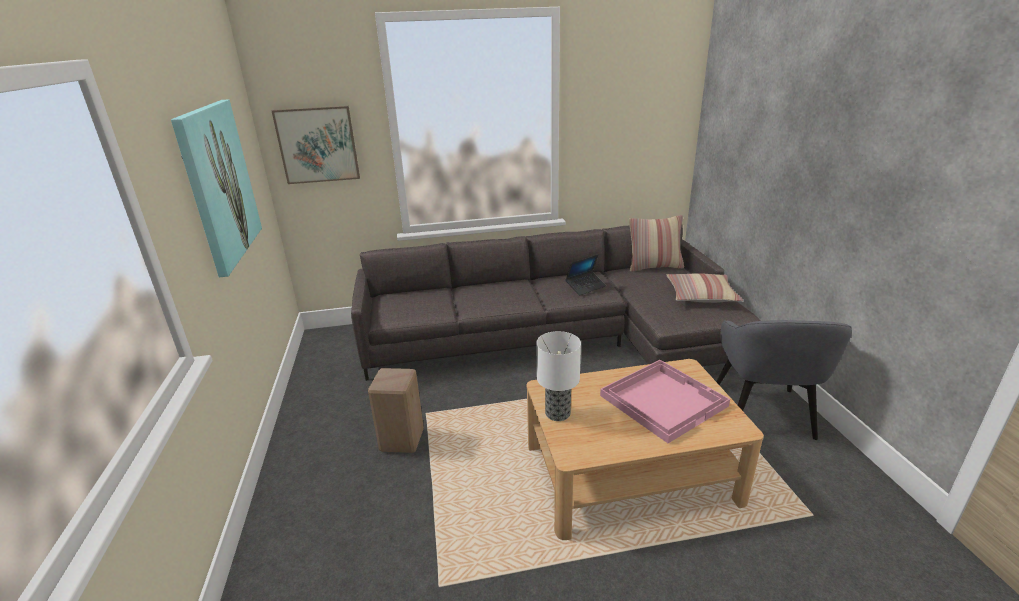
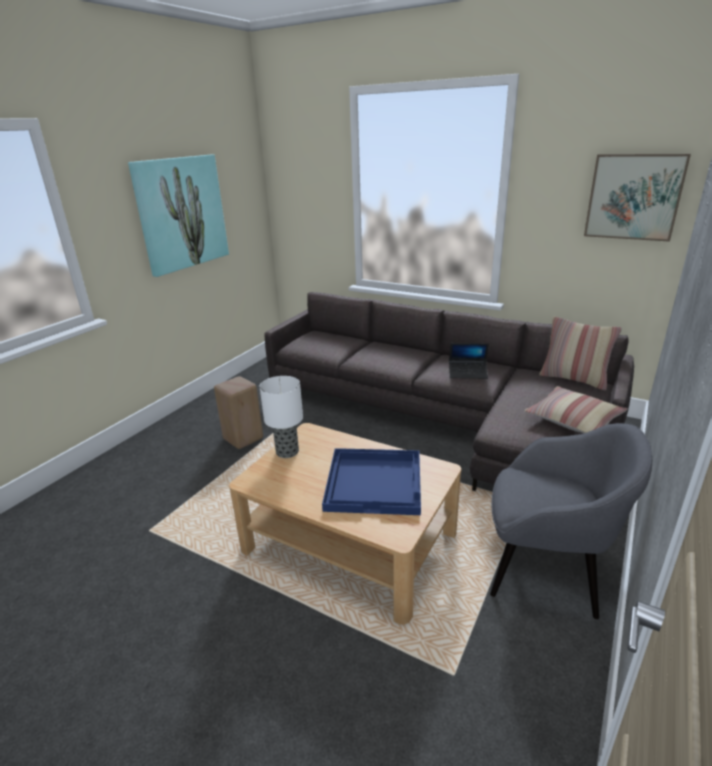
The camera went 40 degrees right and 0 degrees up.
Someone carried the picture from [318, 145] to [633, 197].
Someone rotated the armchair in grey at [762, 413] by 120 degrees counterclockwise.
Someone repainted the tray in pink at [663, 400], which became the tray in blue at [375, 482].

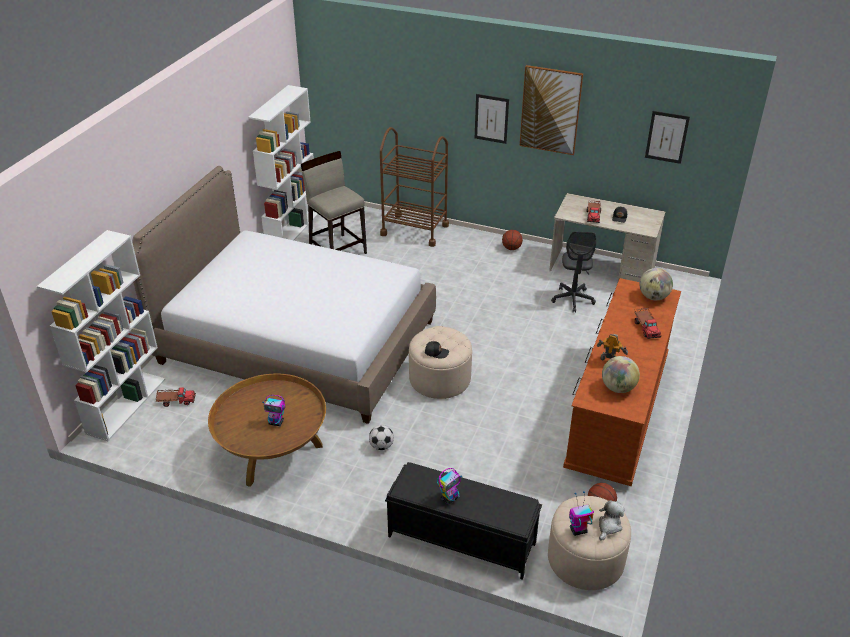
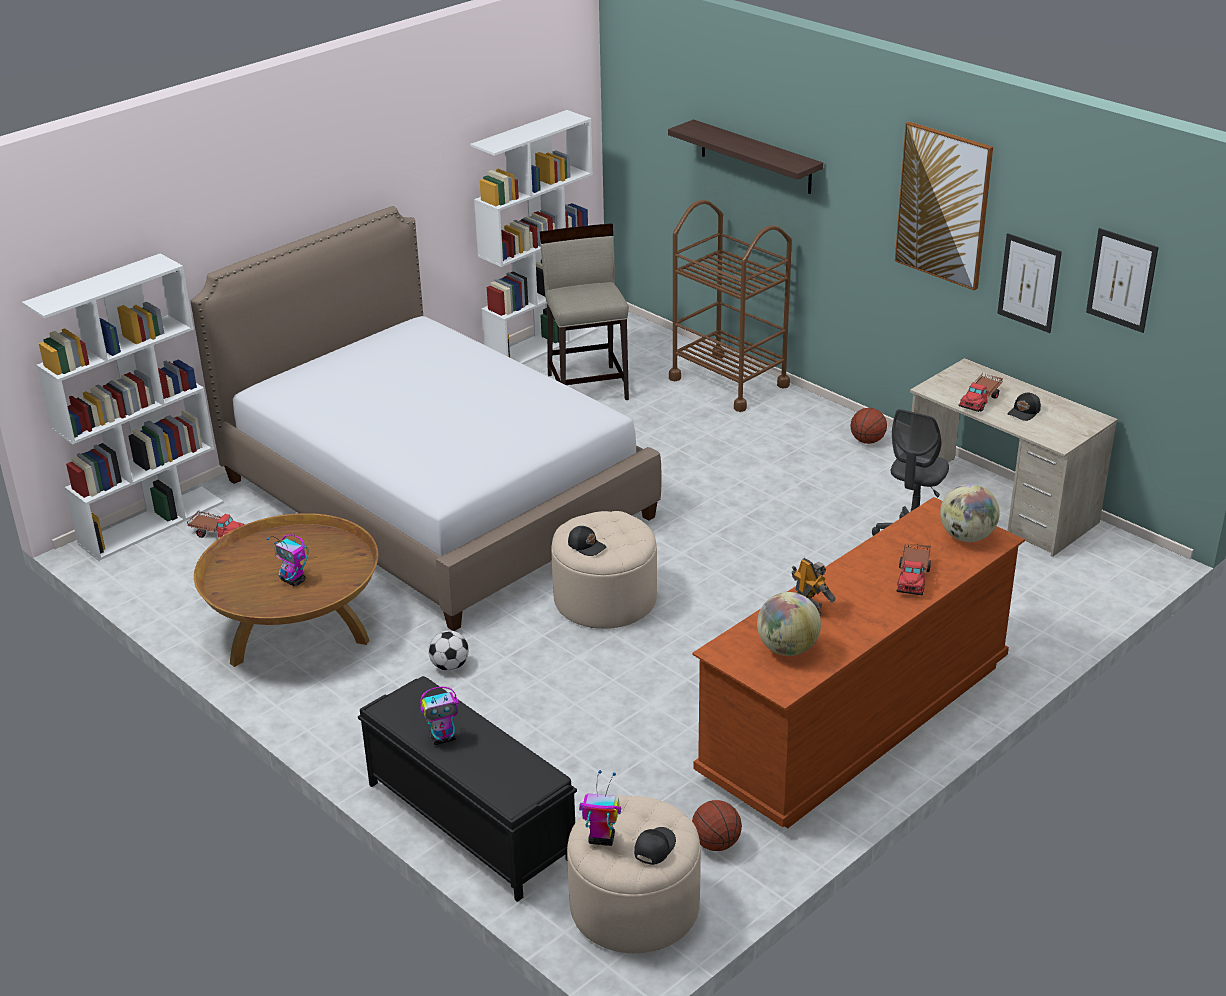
The camera went 25 degrees right and 5 degrees down.
Someone carried the picture from [491, 118] to [1029, 283].
Someone swapped the plush toy at [609, 526] for the cap in black at [654, 848].
Someone put up the shelf at [755, 157].

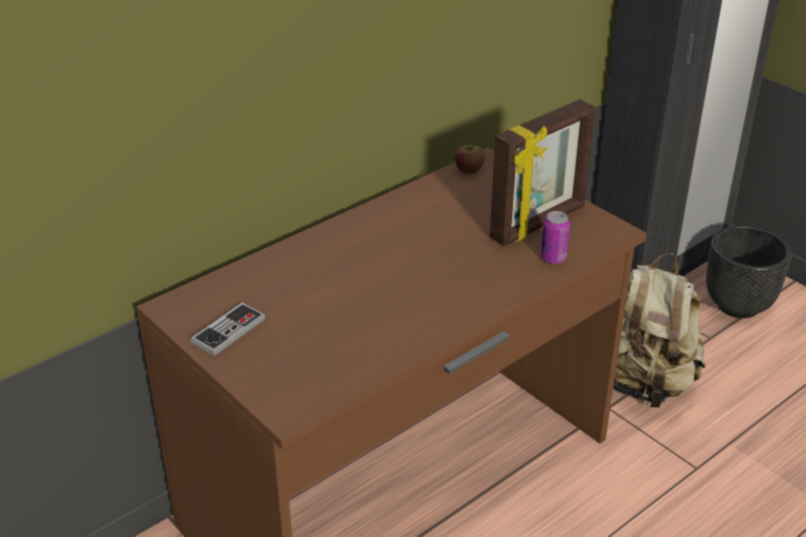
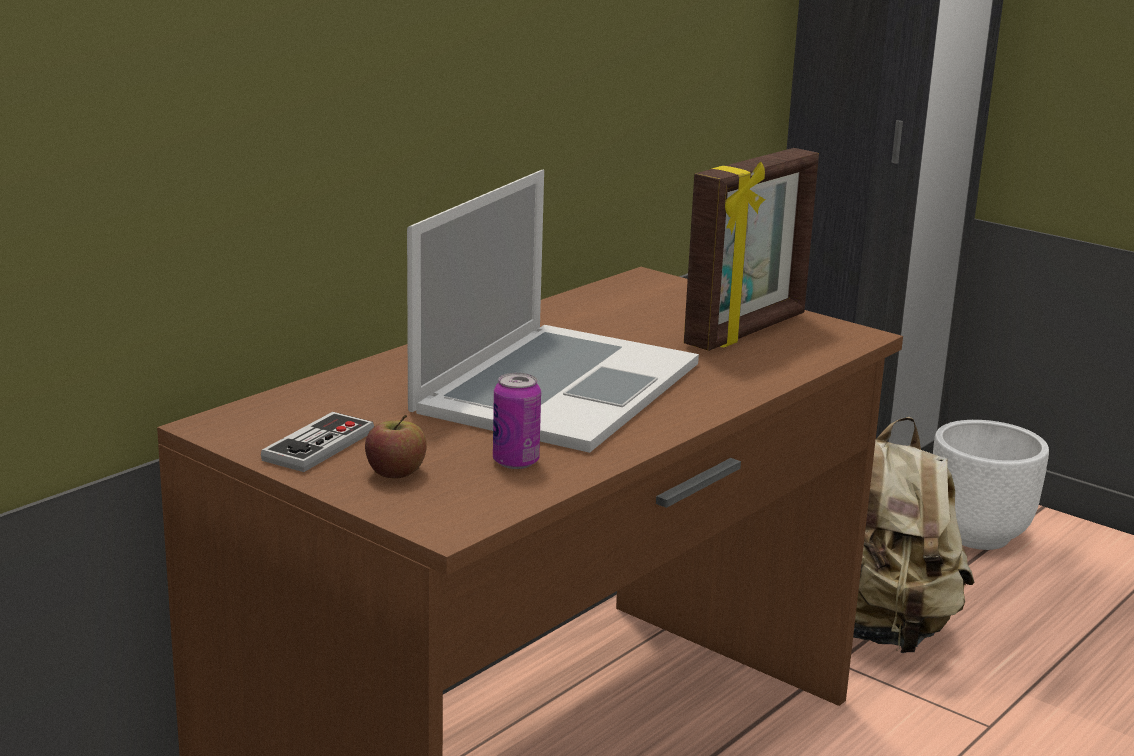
The camera went 10 degrees left and 15 degrees down.
Someone carried the apple from [469, 170] to [396, 472].
Someone carried the can from [553, 258] to [515, 461].
Someone repainted the planter in black at [739, 305], which became the planter in white at [979, 536].
Someone put down the laptop at [556, 386].

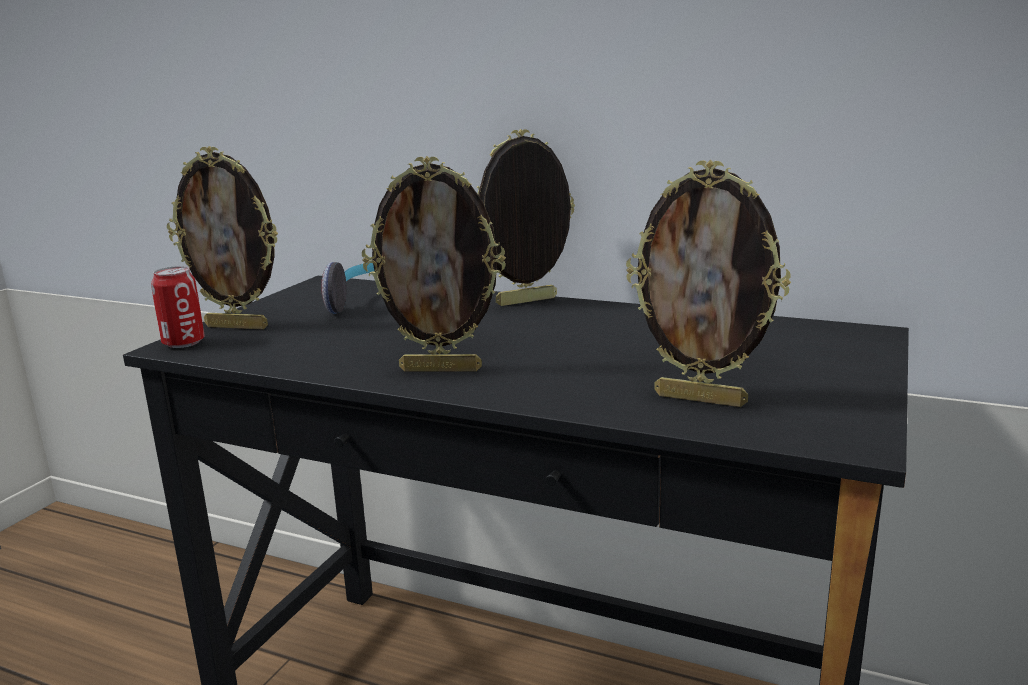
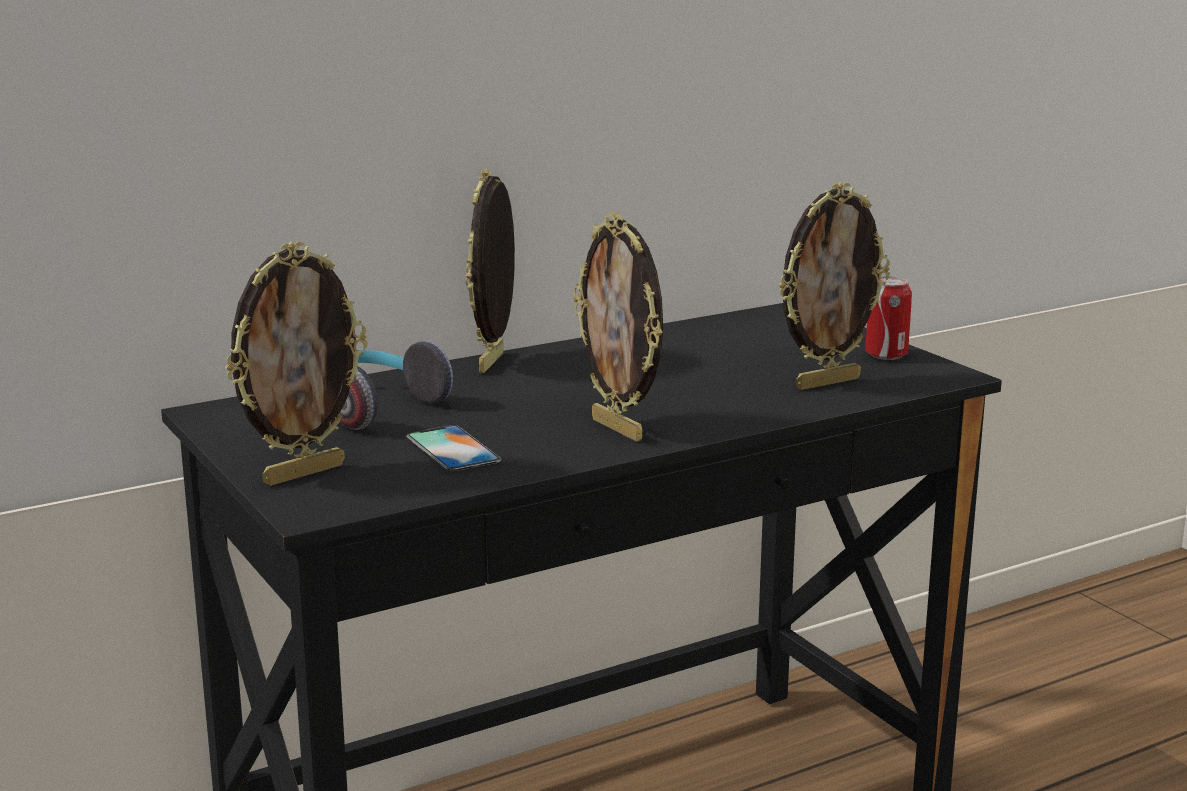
The camera went 55 degrees left and 0 degrees up.
Someone rotated the picture frame at [441, 369] by 105 degrees clockwise.
Someone carried the can from [183, 343] to [886, 355].
Someone put down the phone at [452, 449].

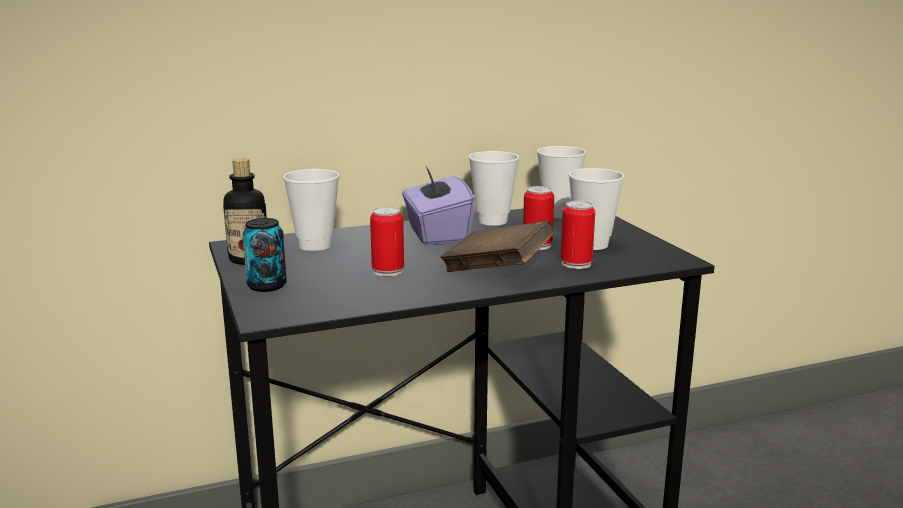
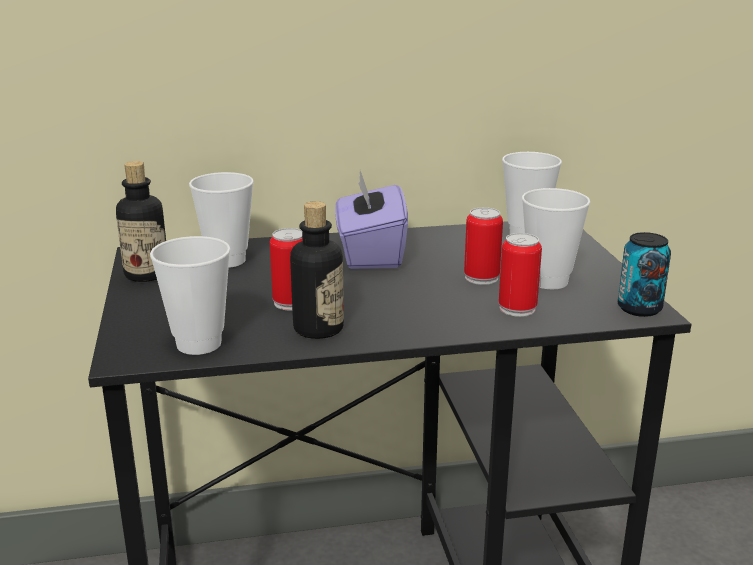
The camera went 10 degrees right and 5 degrees up.
Someone carried the cup from [492, 221] to [199, 344].
Someone carried the can from [267, 286] to [639, 308].
Someone took away the book in brown at [496, 271].
Someone put down the bottle at [318, 329].

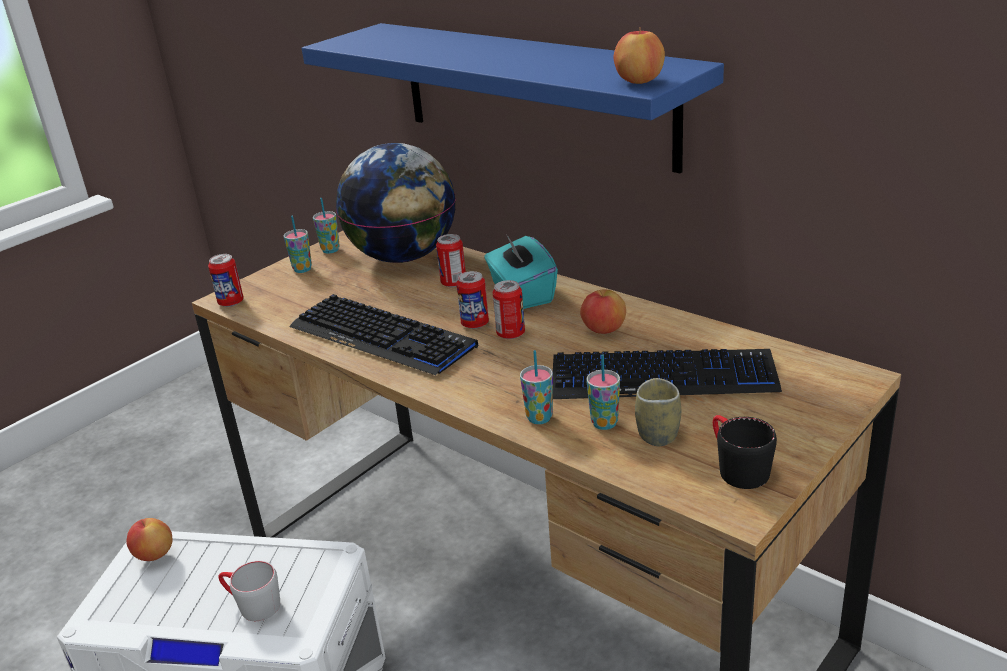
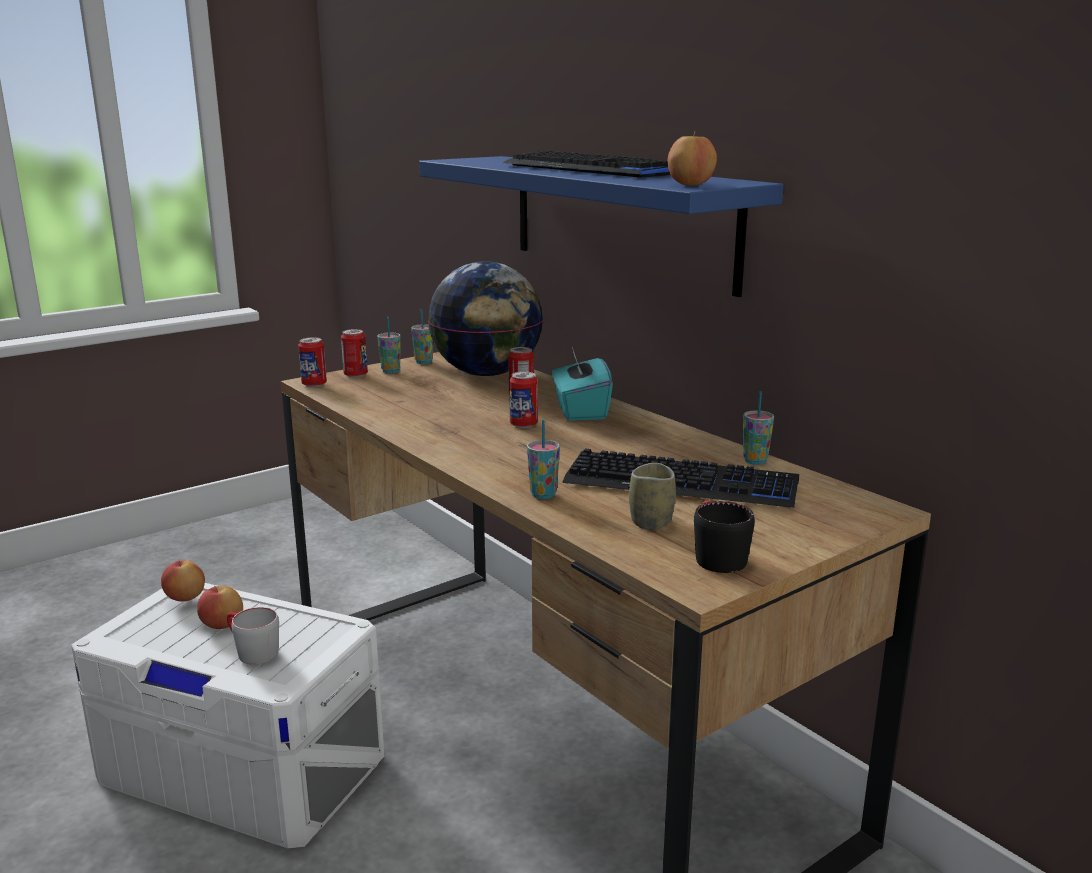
The camera went 10 degrees right and 10 degrees down.
Someone carried the can from [510, 334] to [355, 375].
Someone carried the apple from [603, 330] to [222, 625].
Someone carried the keyboard from [382, 337] to [590, 169].
Someone carried the cup from [604, 423] to [755, 461].

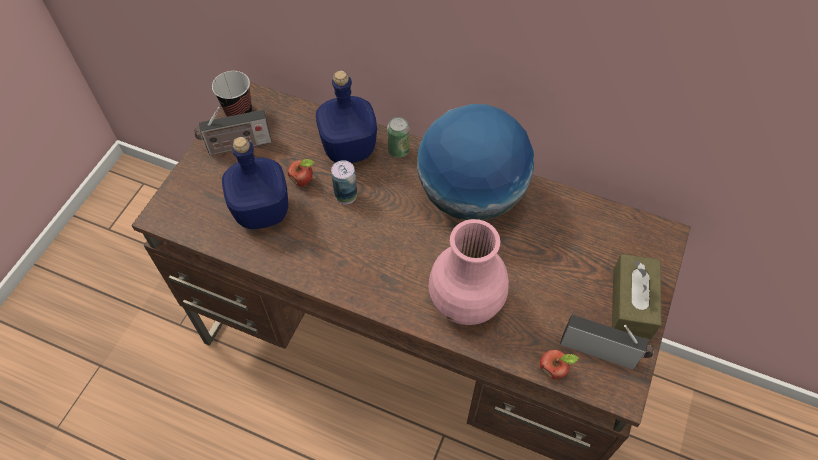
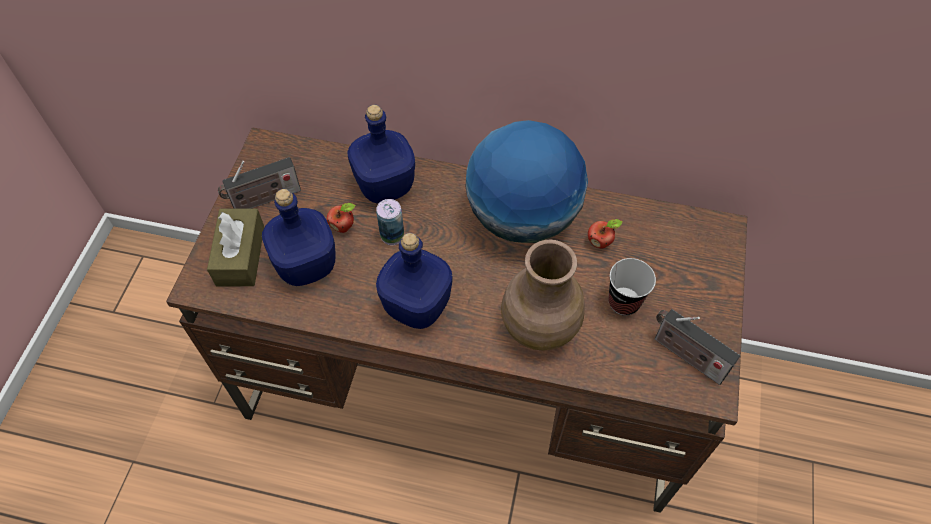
The camera went 10 degrees left and 0 degrees up.
Someone carried the cup from [239, 112] to [624, 302].
Someone took away the can at [398, 150].
Someone repainted the vase in pink at [466, 301], which became the vase in brown at [539, 326].
Someone carried the tissue box in brown from [631, 303] to [240, 255].
Someone rotated the radio at [602, 351] by 150 degrees counterclockwise.
Someone carried the apple from [553, 370] to [600, 242].
Someone put down the bottle in blue at [415, 306].

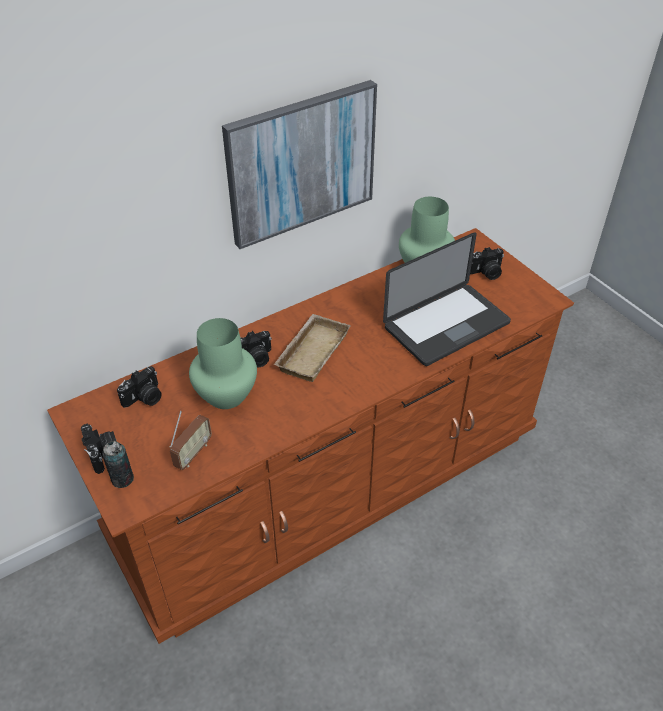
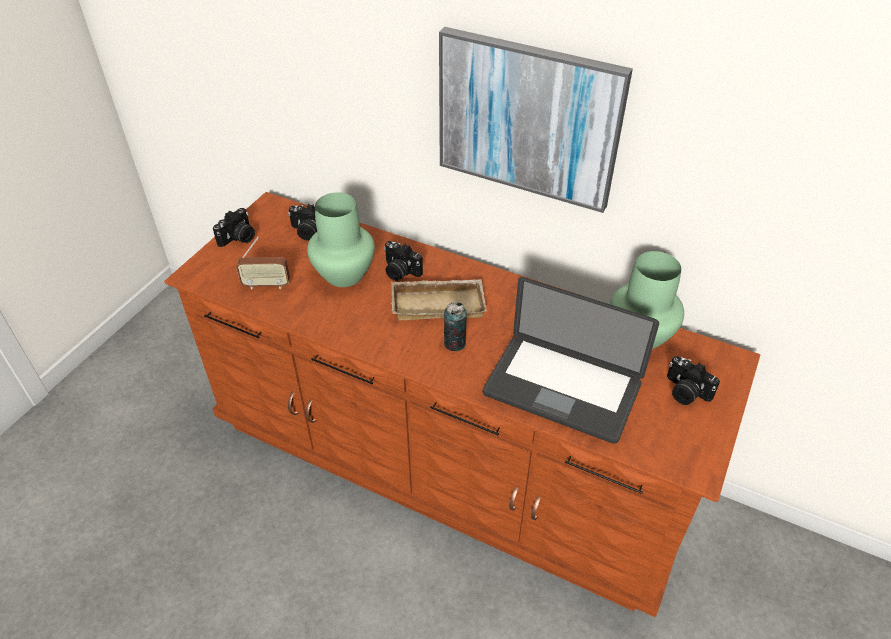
The camera went 60 degrees right and 0 degrees up.
Someone carried the can from [122, 479] to [454, 343].

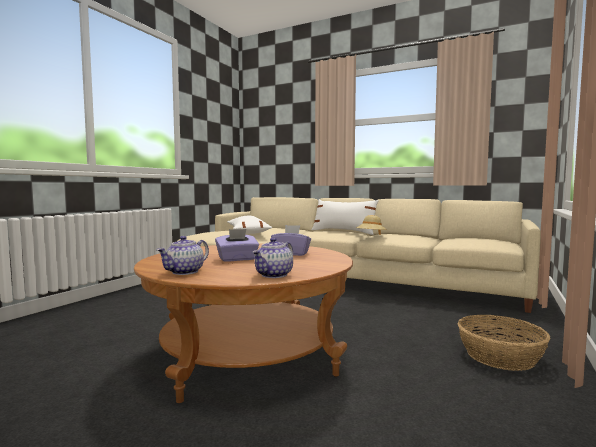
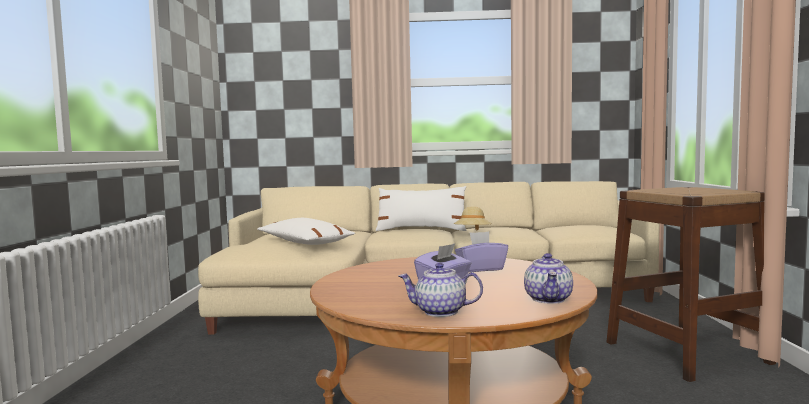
The camera went 25 degrees left and 0 degrees up.
Someone rotated the teapot at [185, 272] by 90 degrees clockwise.
Someone swapped the basket at [501, 356] for the stool in brown at [686, 352].

